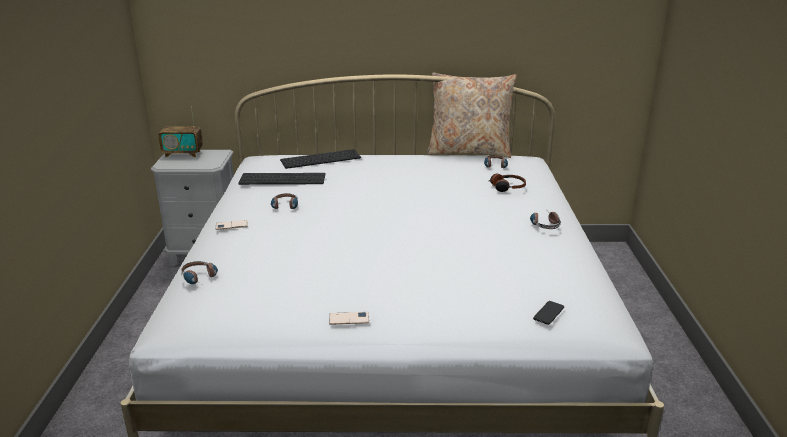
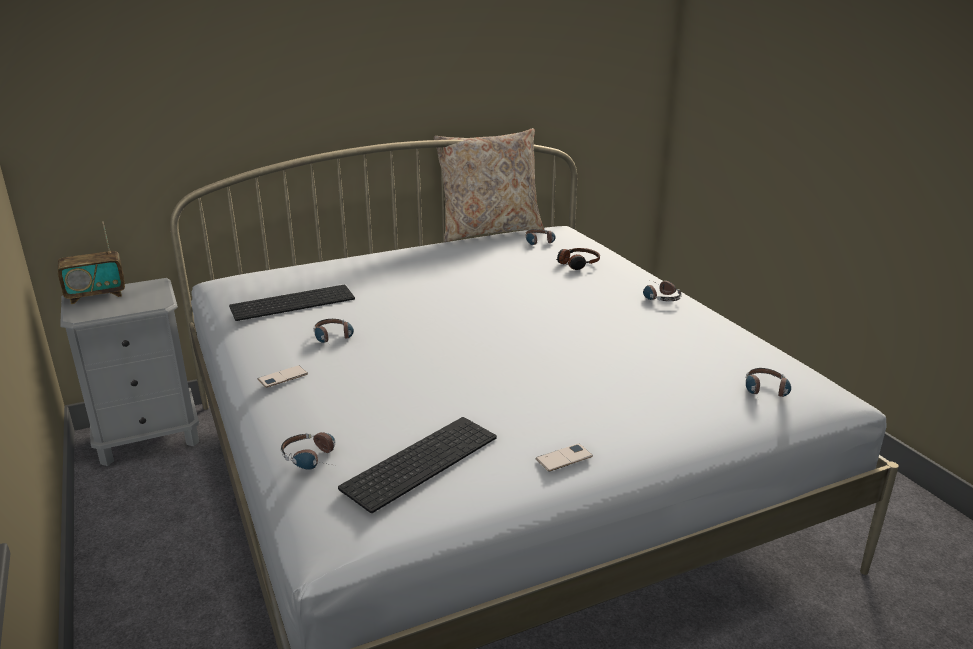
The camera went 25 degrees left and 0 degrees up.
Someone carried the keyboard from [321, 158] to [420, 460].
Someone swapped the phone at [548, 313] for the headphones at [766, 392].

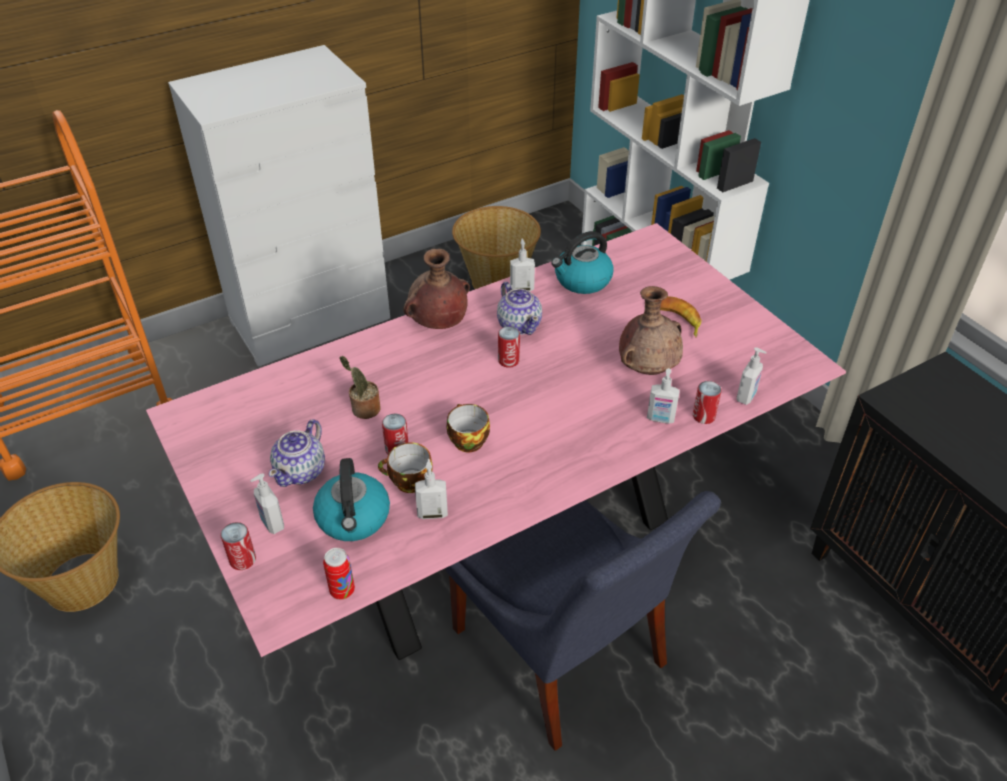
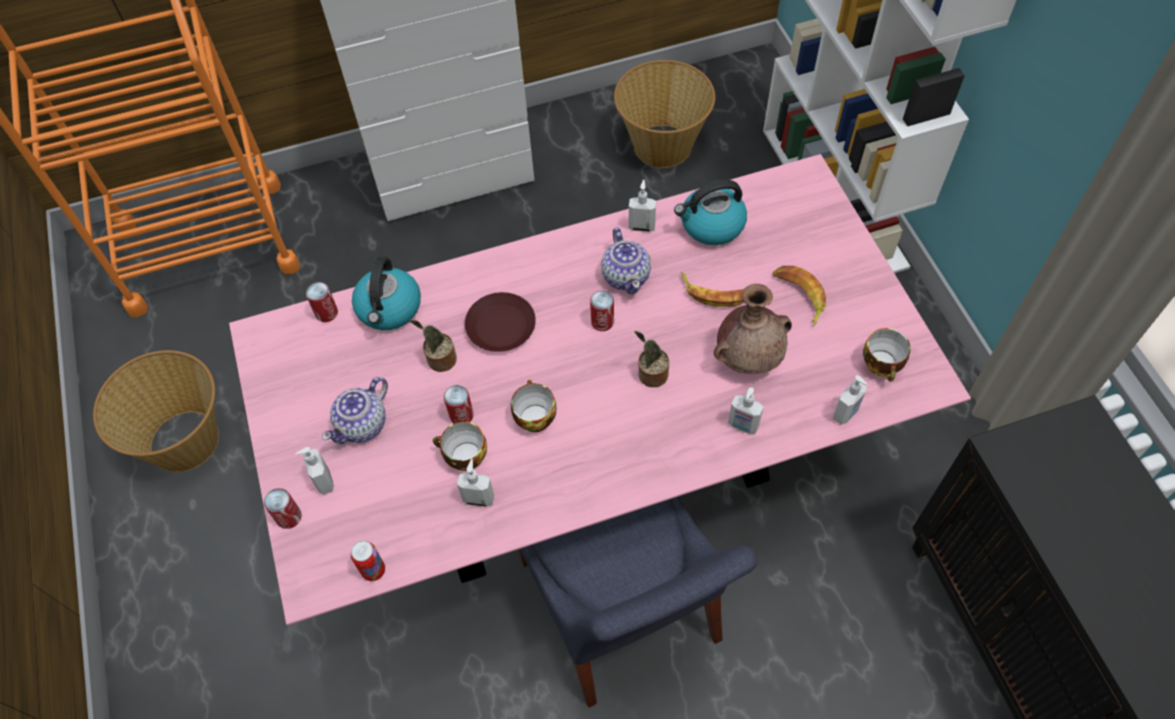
The camera went 15 degrees right and 15 degrees up.
Someone took away the vase in brown at [438, 324].
Someone carried the can from [704, 416] to [326, 313].
Someone carried the kettle from [354, 518] to [389, 309].
Someone put down the banana at [715, 293].
Someone put down the plate in brown at [501, 327].
Someone put down the cup at [883, 365].
Someone put down the potted plant at [650, 374].

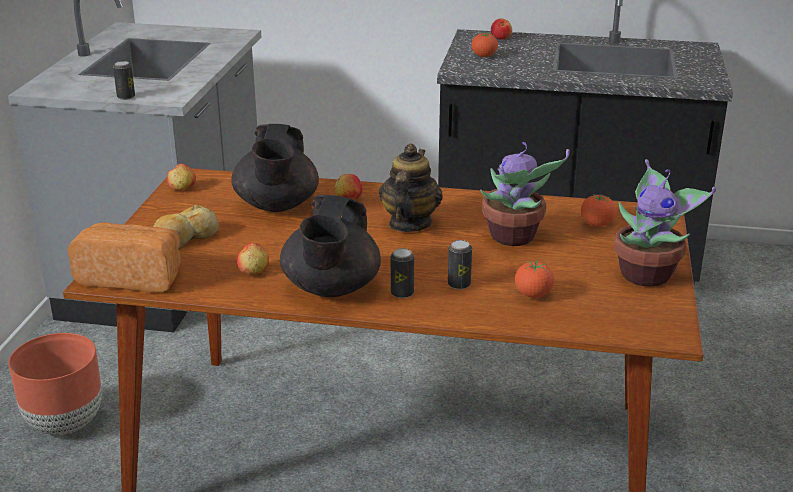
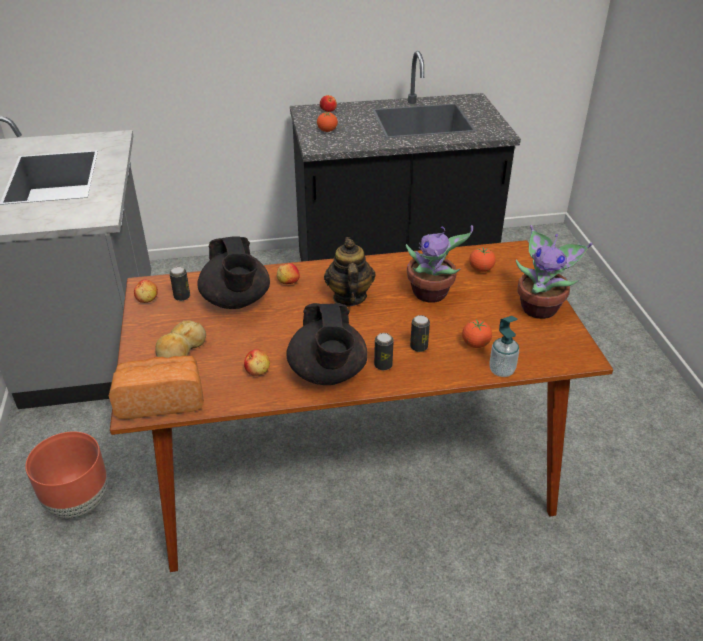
The camera went 20 degrees left and 10 degrees up.
Someone carried the can from [126, 97] to [182, 296].
Someone put down the soap dispenser at [501, 370].

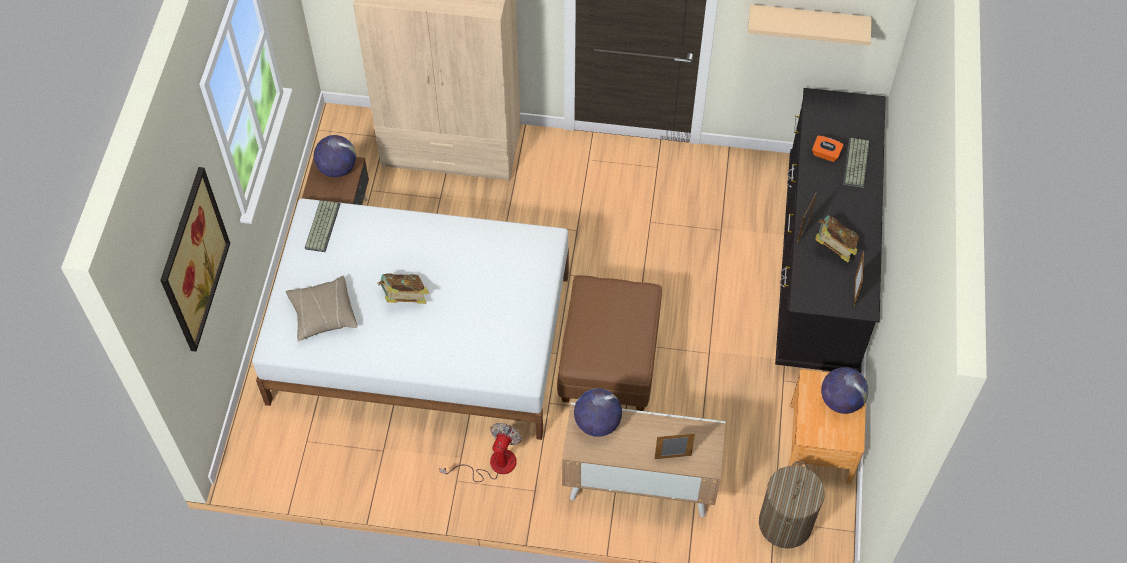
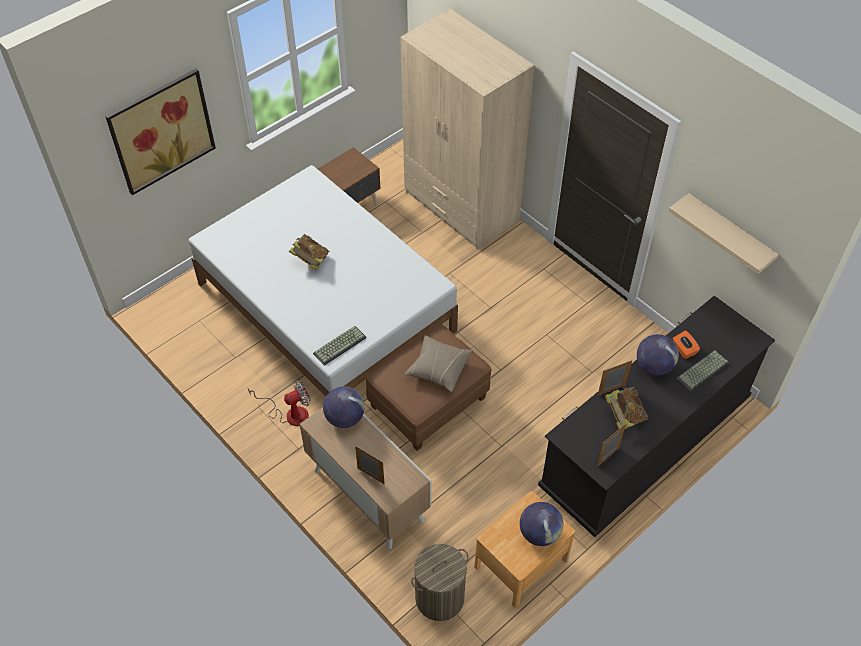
The camera went 40 degrees right and 5 degrees down.
Someone carried the globe from [337, 168] to [654, 366].
Someone carried the keyboard from [321, 225] to [339, 345].
Someone carried the pillow in beige from [323, 314] to [438, 368].

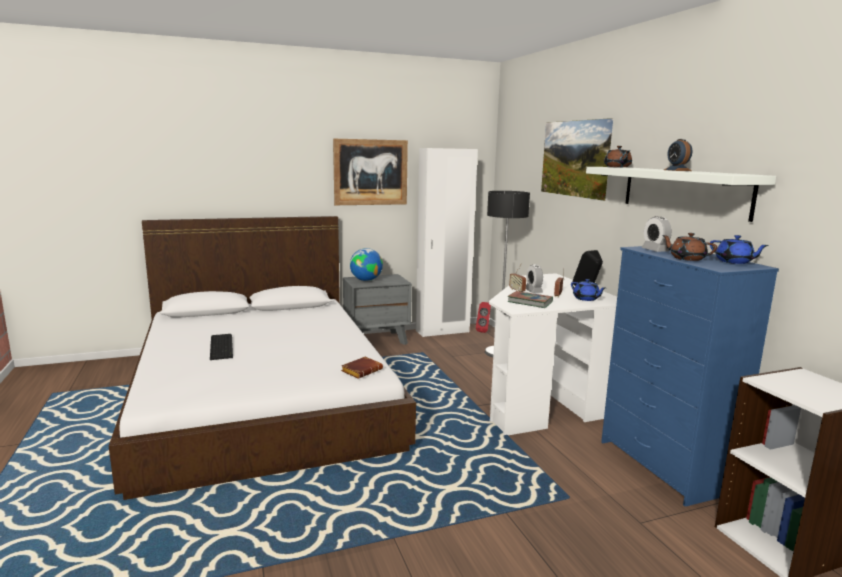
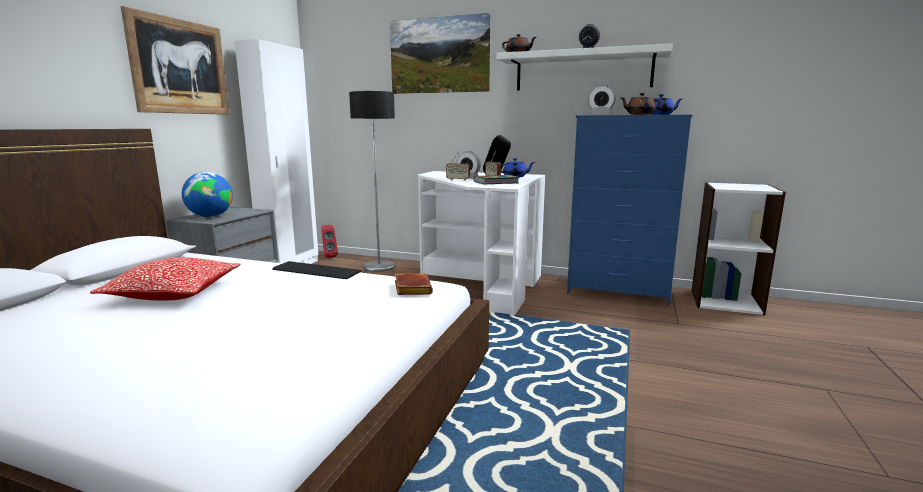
The camera went 50 degrees left and 0 degrees up.
Someone carried the keyboard from [222, 346] to [316, 270].
Someone put down the pillow at [174, 293].

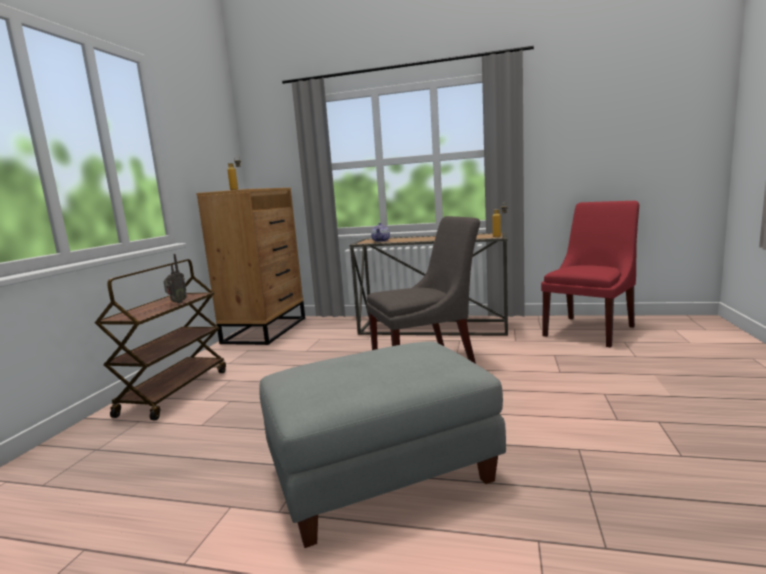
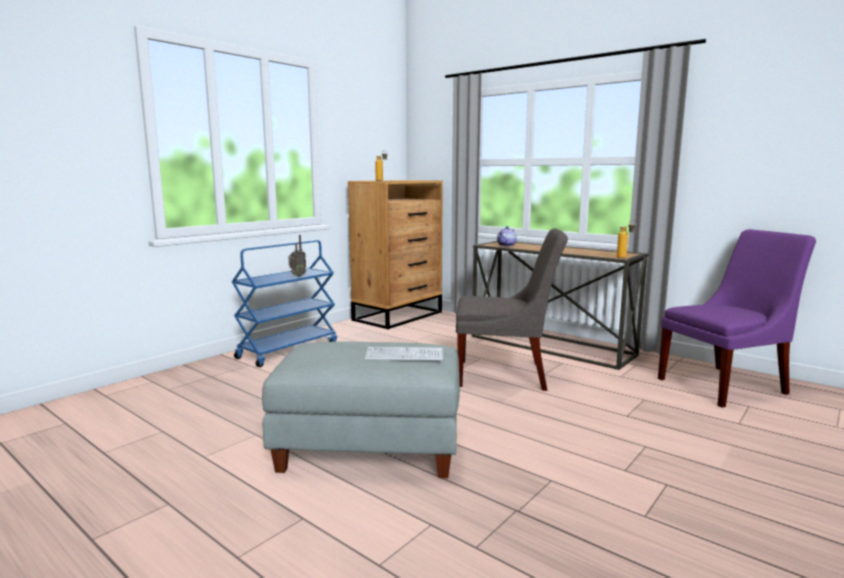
The camera went 25 degrees right and 0 degrees up.
Someone repainted the chair in red at [591, 330], which became the chair in purple at [725, 385].
Someone repainted the cart in brown at [174, 392], which became the cart in blue at [288, 350].
Someone put down the keyboard at [404, 355].

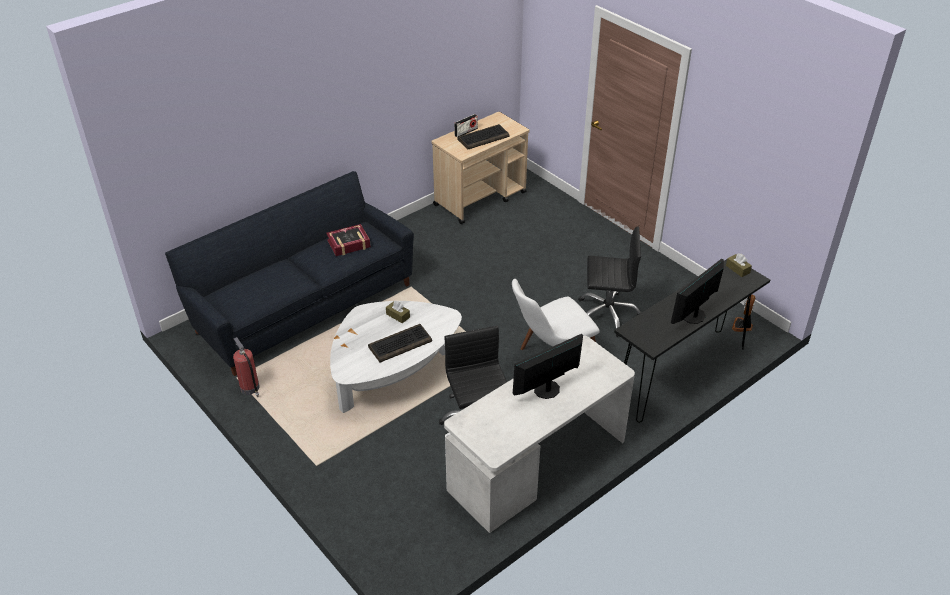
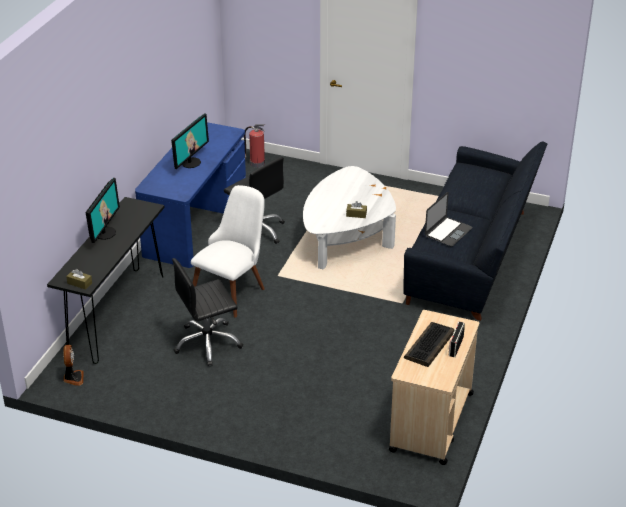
The camera went 150 degrees right and 5 degrees down.
Someone swapped the book at [349, 244] for the laptop at [448, 232].
Someone took away the keyboard at [400, 343].
Someone repainted the desk in white at [538, 465], which became the desk in blue at [195, 223].
Someone carried the fire extinguisher from [250, 388] to [256, 163].

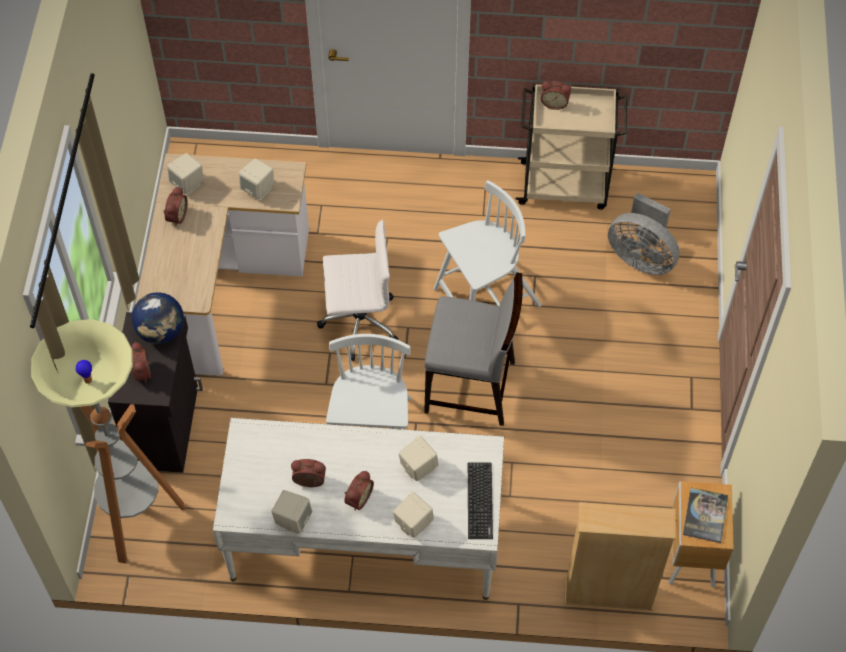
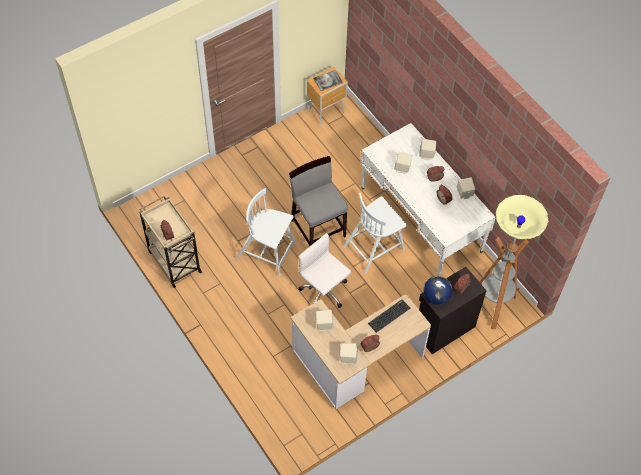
The camera went 130 degrees left and 0 degrees up.
Someone took away the fan in grey at [641, 257].
Someone carried the keyboard from [480, 500] to [389, 316].
Someone took away the bookcase in beige at [608, 594].

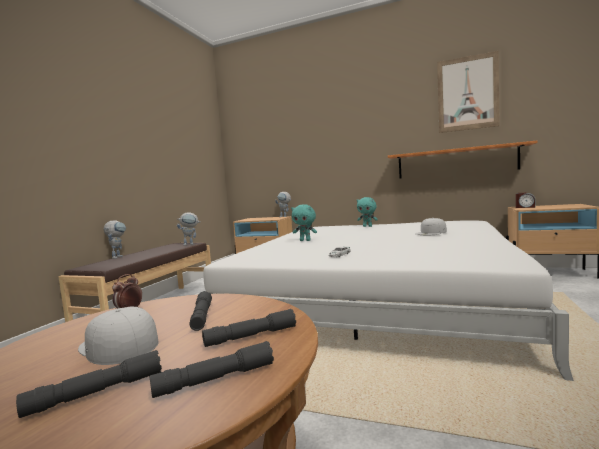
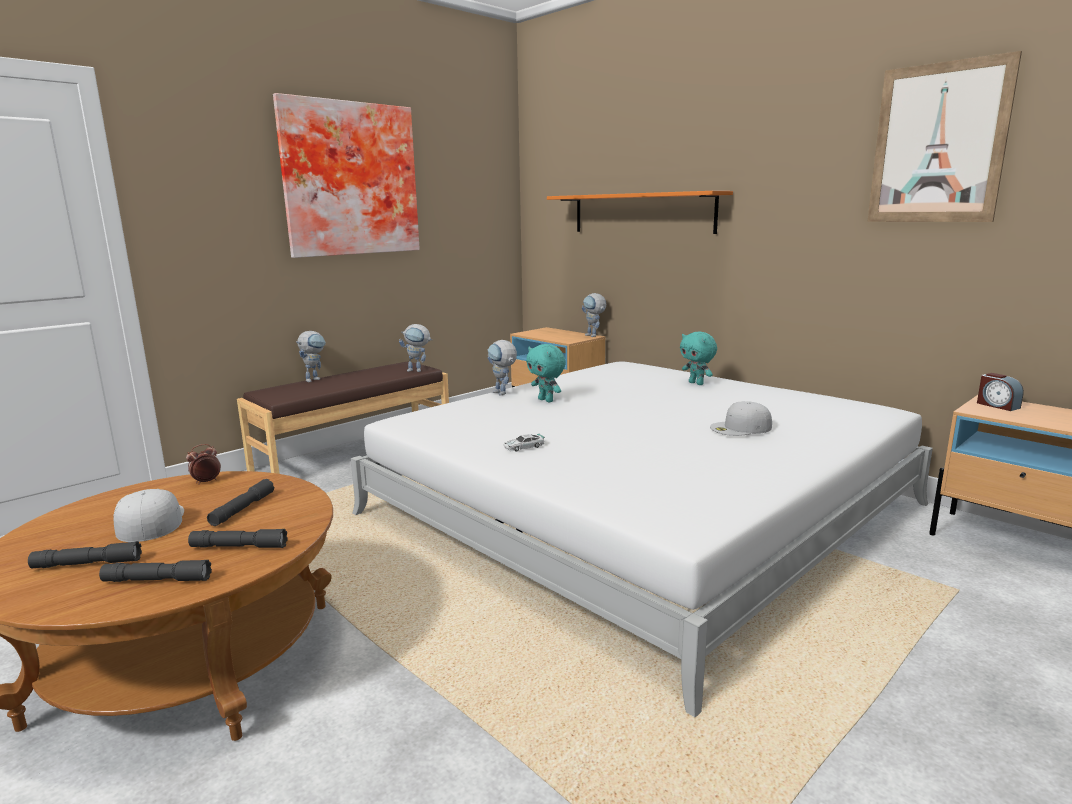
The camera went 25 degrees right and 10 degrees up.
Someone carried the shelf in orange from [456, 162] to [641, 213].
Someone put up the picture at [349, 179].
Someone put down the toy robot at [503, 394].

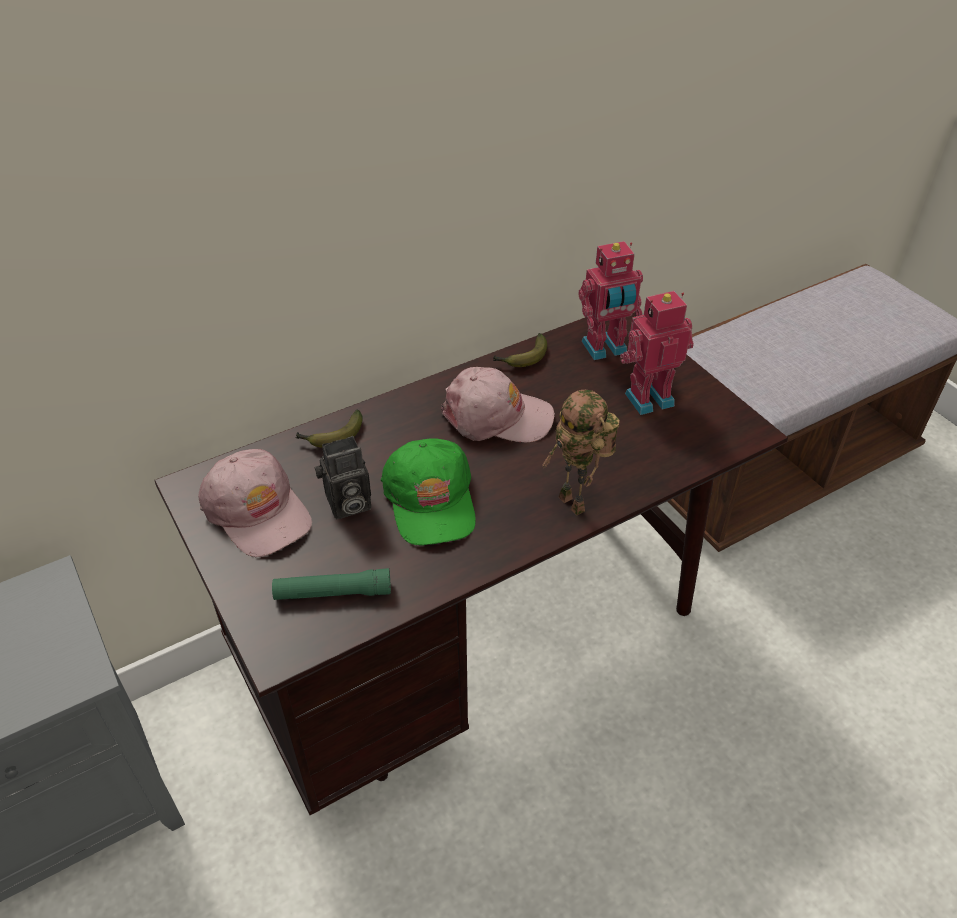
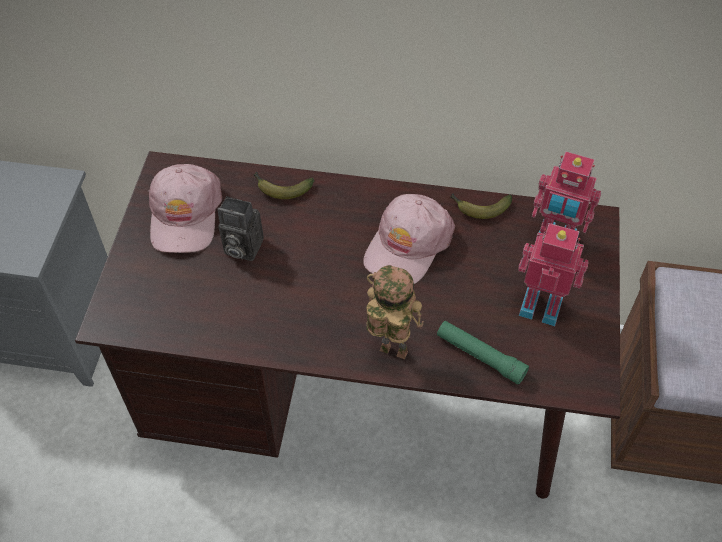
The camera went 40 degrees right and 10 degrees up.
Someone rotated the cap in pink at [496, 416] by 75 degrees clockwise.
Someone rotated the toy robot at [576, 503] by 105 degrees clockwise.
Someone took away the cap in green at [431, 500].
Someone carried the flashlight in green from [333, 593] to [480, 356].

